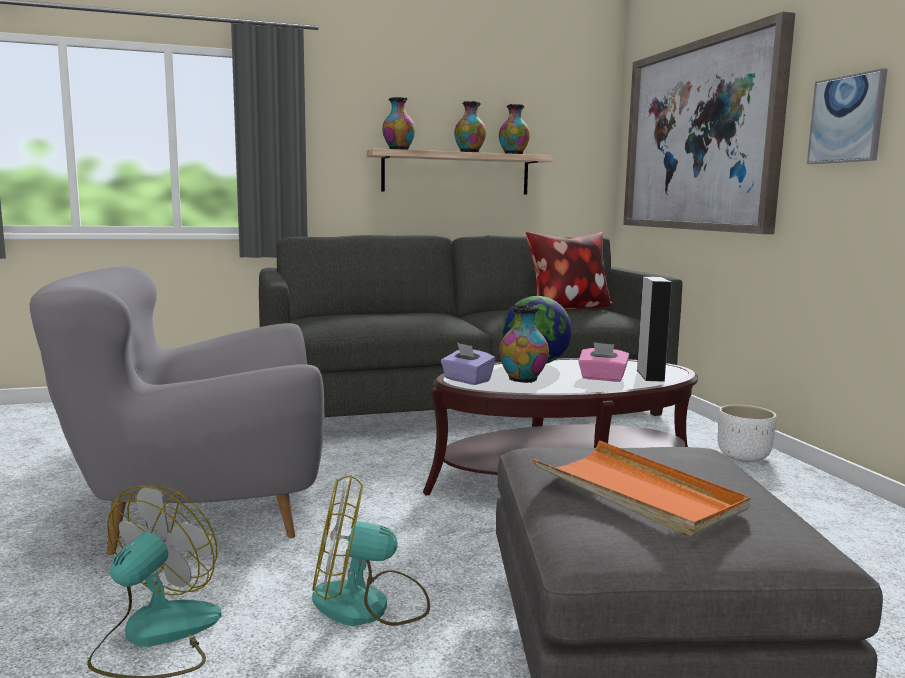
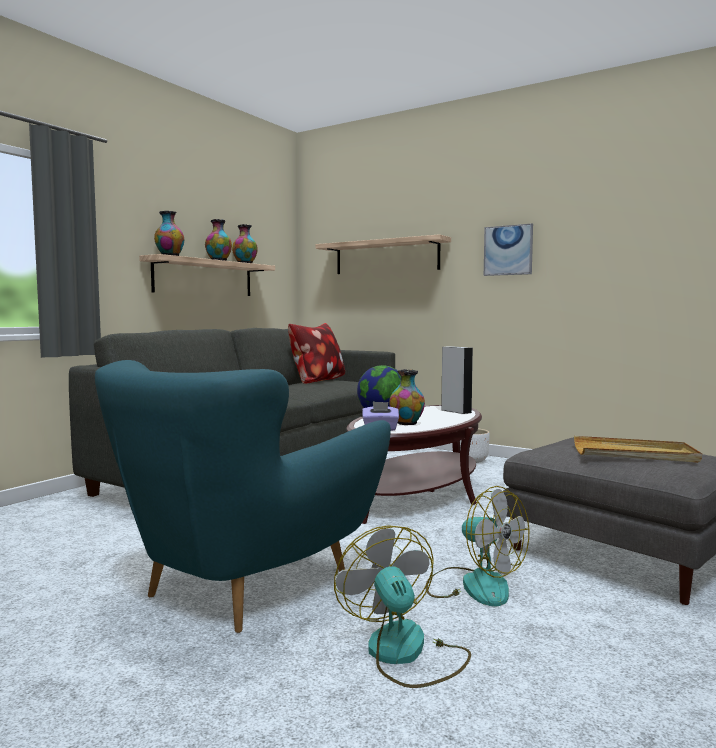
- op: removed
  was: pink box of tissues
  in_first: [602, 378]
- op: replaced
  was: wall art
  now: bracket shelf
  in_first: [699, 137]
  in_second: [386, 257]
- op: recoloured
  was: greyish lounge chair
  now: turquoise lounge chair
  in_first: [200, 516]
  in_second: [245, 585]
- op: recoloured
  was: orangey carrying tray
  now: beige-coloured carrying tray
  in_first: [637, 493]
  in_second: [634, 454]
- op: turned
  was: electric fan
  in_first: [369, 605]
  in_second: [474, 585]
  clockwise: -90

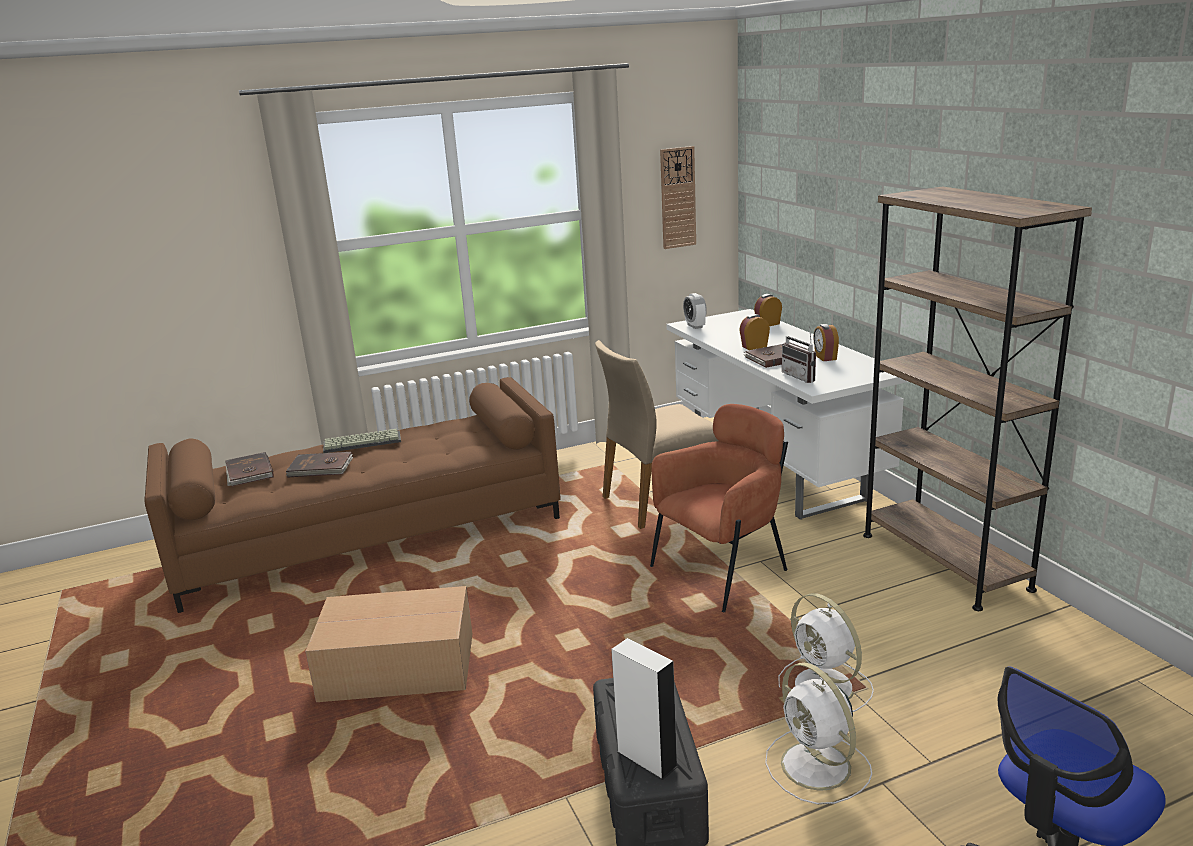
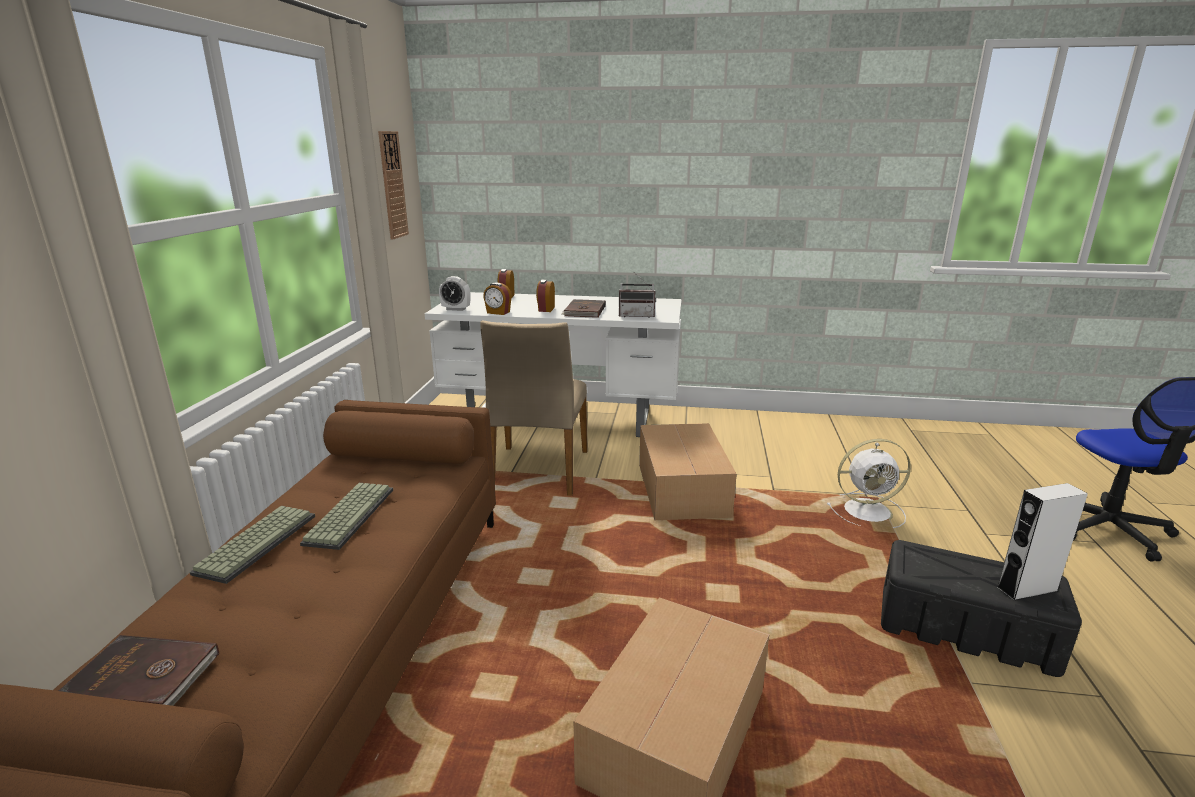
- op: removed
  was: brownish bound book
  in_first: [320, 468]
- op: removed
  was: white-coloured electric fan
  in_first: [818, 767]
- op: removed
  was: brownish bookcase
  in_first: [944, 561]
- op: added
  now: keyboard
  in_second: [349, 515]
- op: moved
  was: alarm clock
  in_first: [825, 357]
  in_second: [498, 312]
- op: replaced
  was: brownish lounge chair
  now: cardboard box
  in_first: [723, 572]
  in_second: [682, 489]

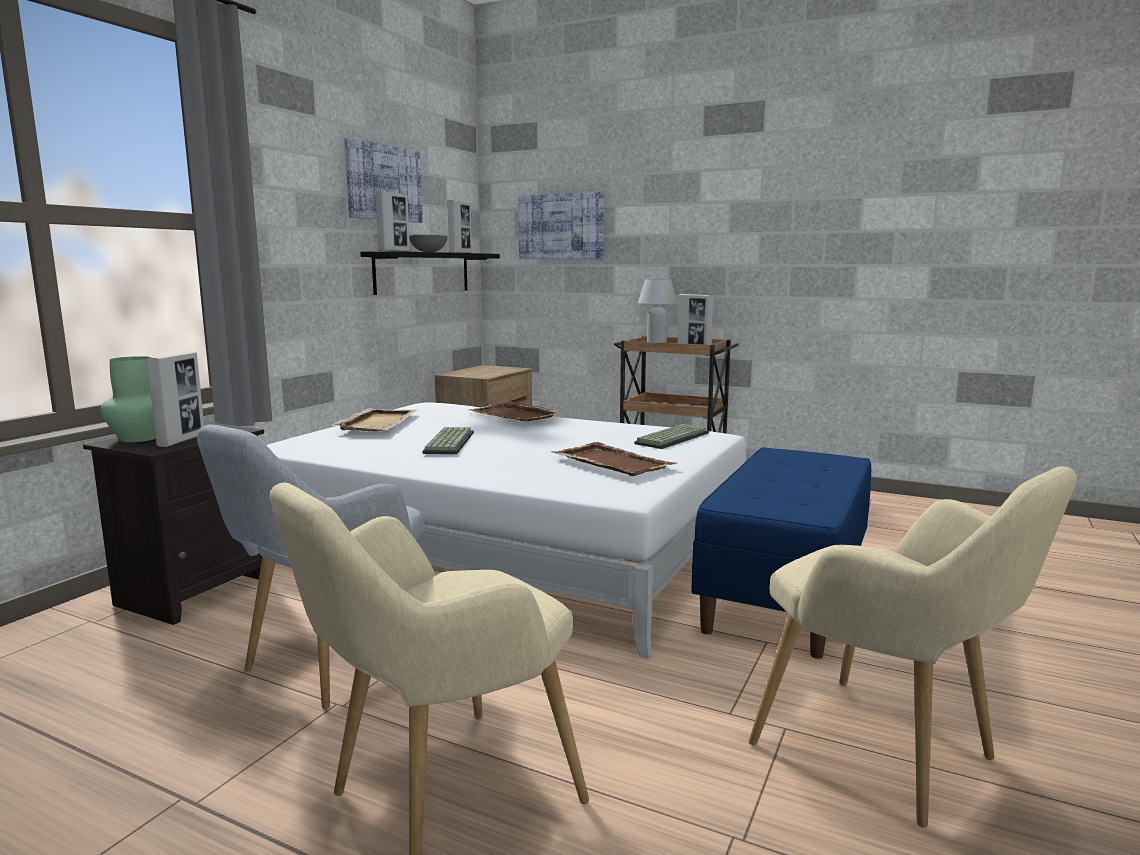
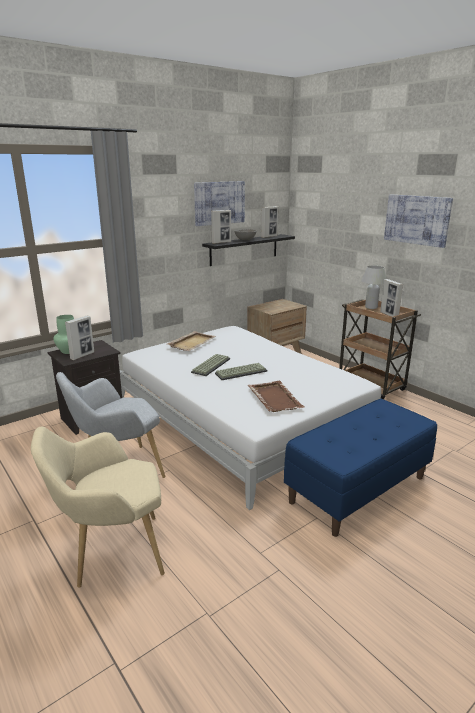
- op: removed
  was: brownish carrying tray
  in_first: [516, 415]
- op: removed
  was: beige-coloured lounge chair
  in_first: [888, 757]
- op: moved
  was: wall art
  in_first: [561, 226]
  in_second: [417, 220]
- op: moved
  was: keyboard
  in_first: [671, 438]
  in_second: [241, 372]

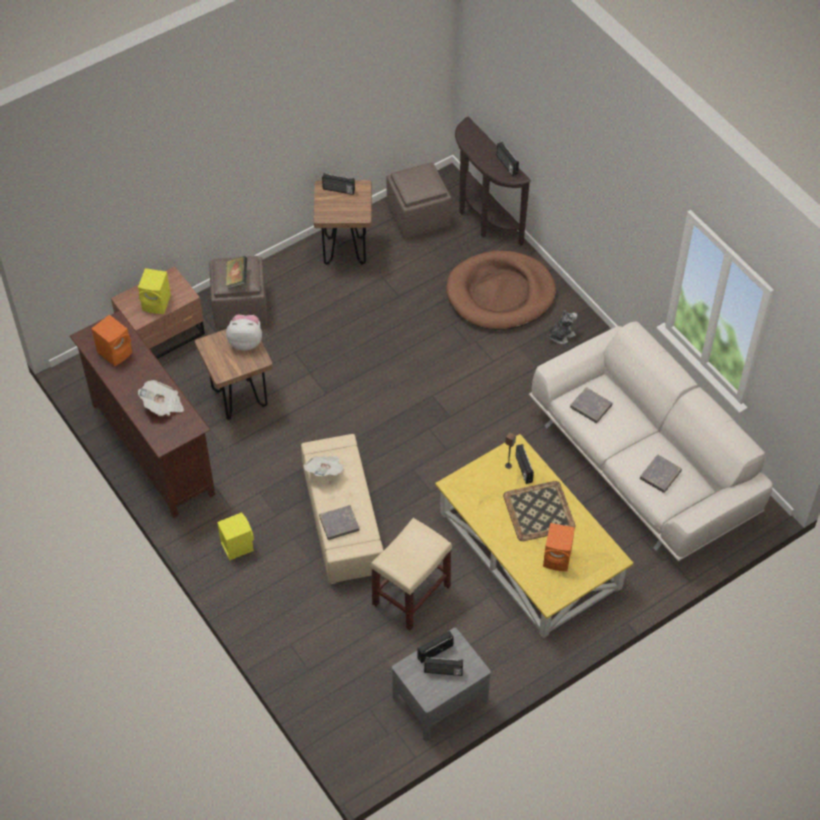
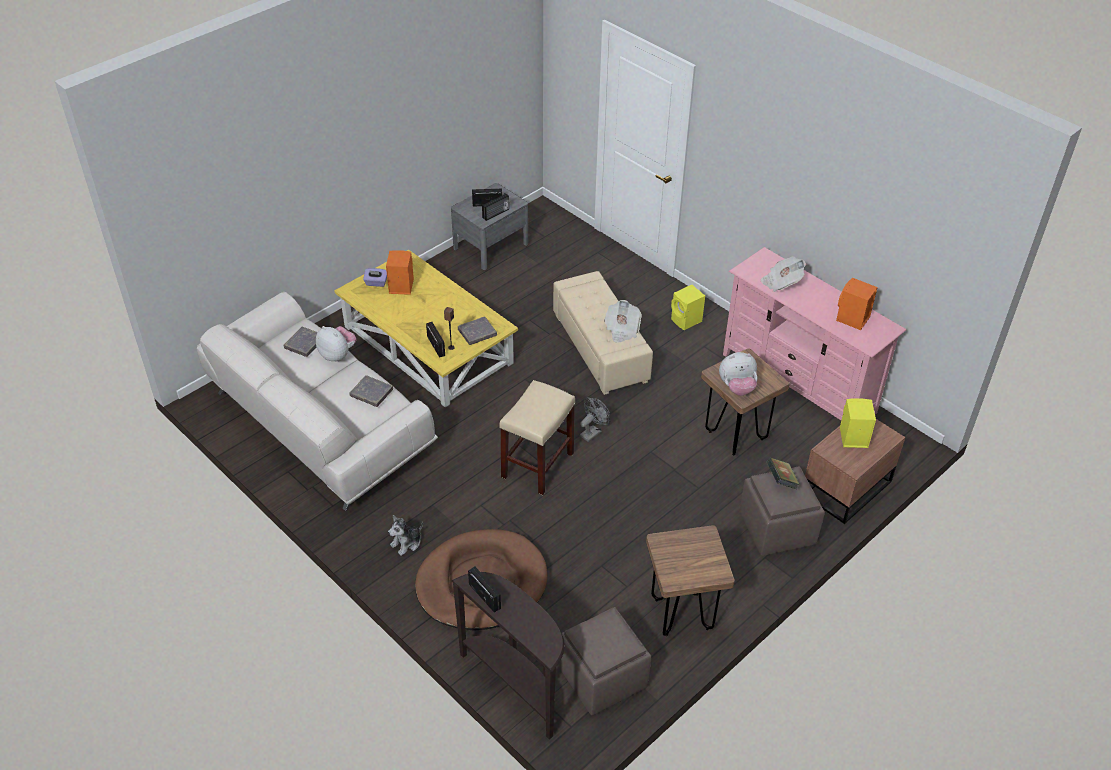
- op: removed
  was: radio set
  in_first: [338, 190]
- op: removed
  was: carrying tray
  in_first: [539, 511]
- op: added
  now: soft toy
  in_second: [338, 355]
- op: added
  now: purple box of tissues
  in_second: [376, 283]
- op: added
  now: greyish electric fan
  in_second: [593, 432]
- op: moved
  was: greyish bound book
  in_first: [339, 524]
  in_second: [477, 333]
- op: moved
  was: beige-coloured sitting stool
  in_first: [411, 594]
  in_second: [537, 466]
- op: recoloured
  was: brownish tv unit
  now: pink tv unit
  in_first: [152, 449]
  in_second: [799, 383]

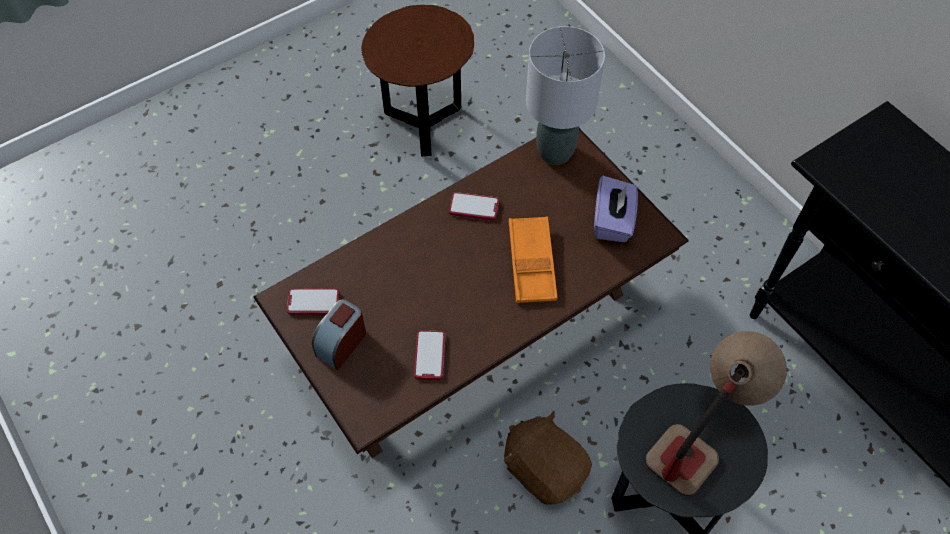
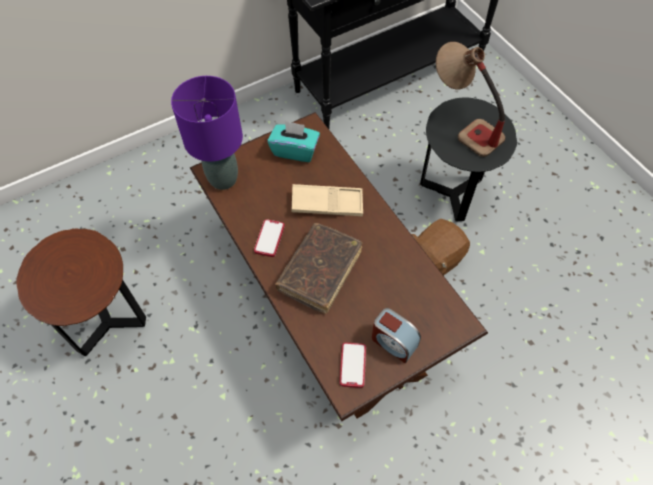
- op: removed
  was: telephone
  in_first: [429, 356]
- op: added
  now: brownish bound book
  in_second: [320, 271]
- op: recoloured
  was: orangey carrying tray
  now: beige-coloured carrying tray
  in_first: [532, 263]
  in_second: [327, 204]
- op: recoloured
  was: greyish tabletop lamp
  now: purple tabletop lamp
  in_first: [554, 151]
  in_second: [223, 179]
- op: recoloured
  was: purple box of tissues
  now: turquoise box of tissues
  in_first: [612, 221]
  in_second: [295, 150]

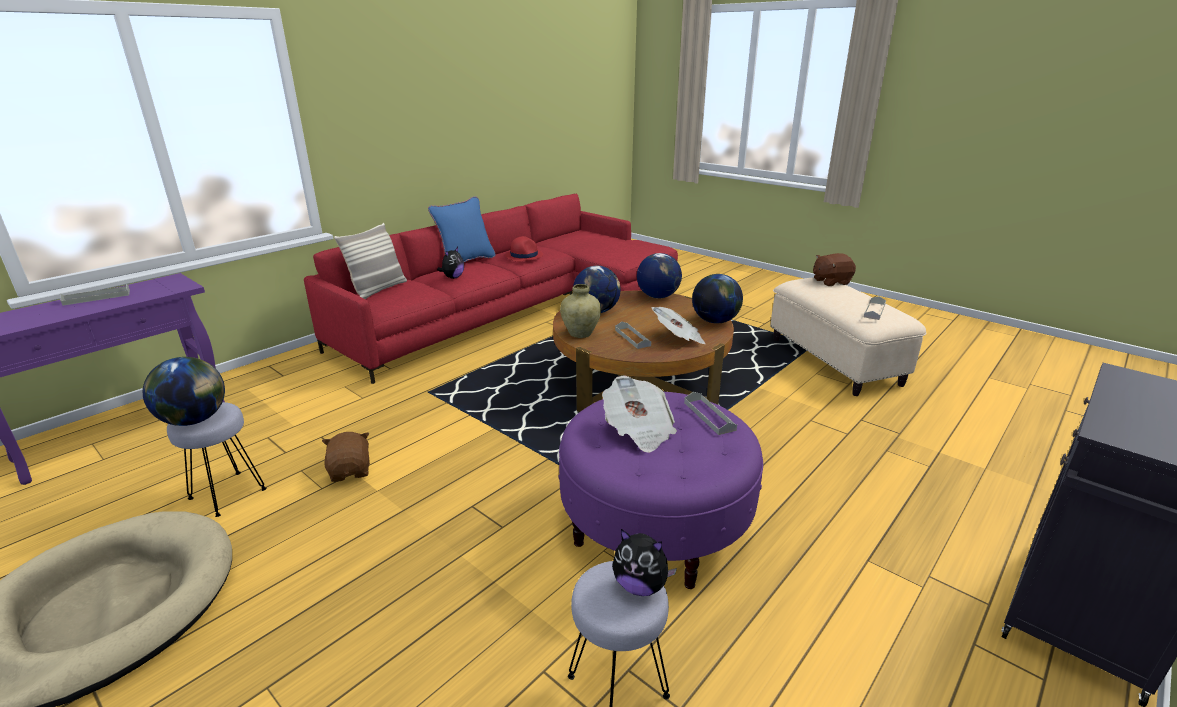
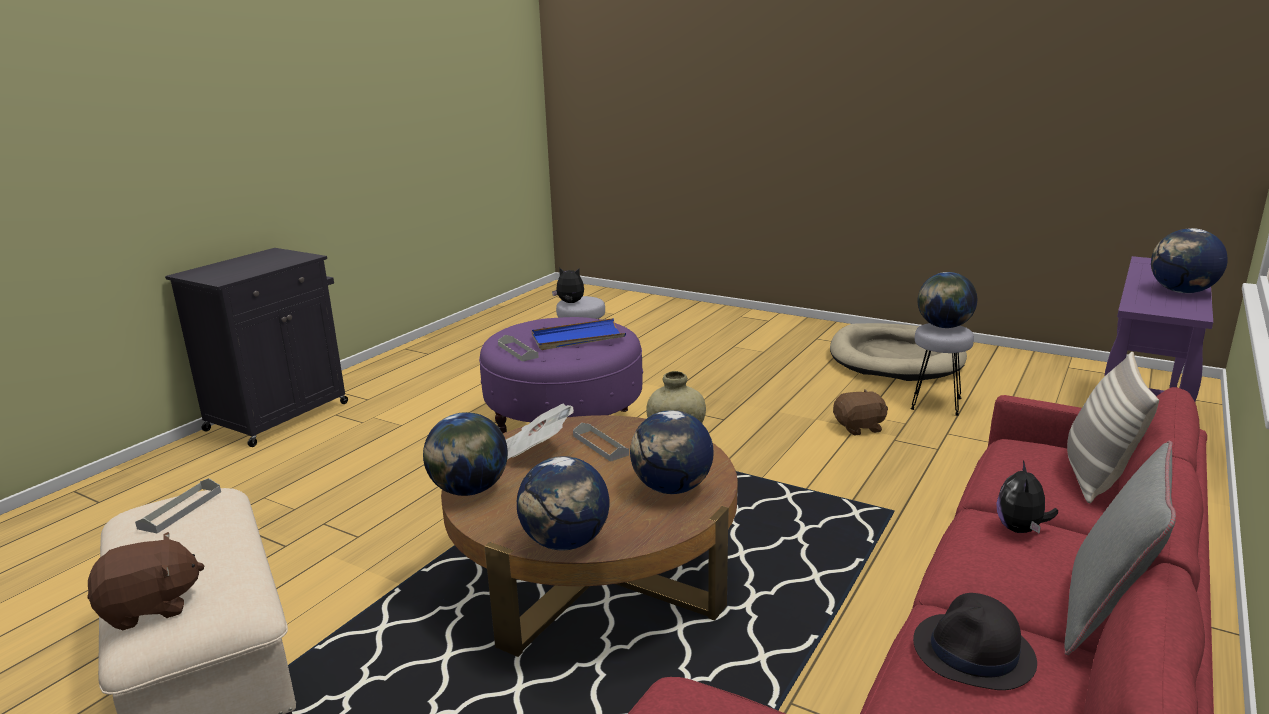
- op: replaced
  was: greyish carrying tray
  now: desk globe
  in_first: [97, 297]
  in_second: [1181, 292]
- op: replaced
  was: newspaper
  now: blue-coloured carrying tray
  in_first: [638, 430]
  in_second: [577, 338]
- op: recoloured
  was: blue-coloured cushion
  now: greyish cushion
  in_first: [466, 261]
  in_second: [1104, 615]
- op: recoloured
  was: red-coloured hat
  now: black hat
  in_first: [524, 255]
  in_second: [974, 653]
- op: turned
  was: brownish soft toy
  in_first: [351, 471]
  in_second: [859, 427]
  clockwise: -75

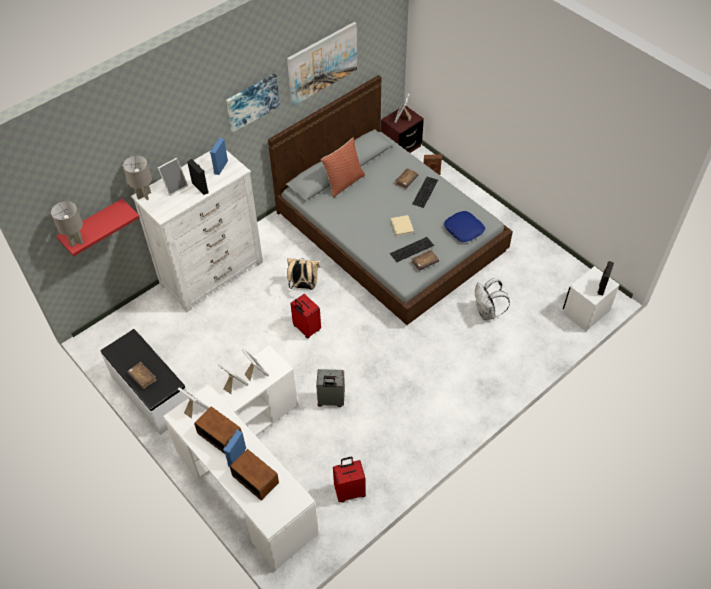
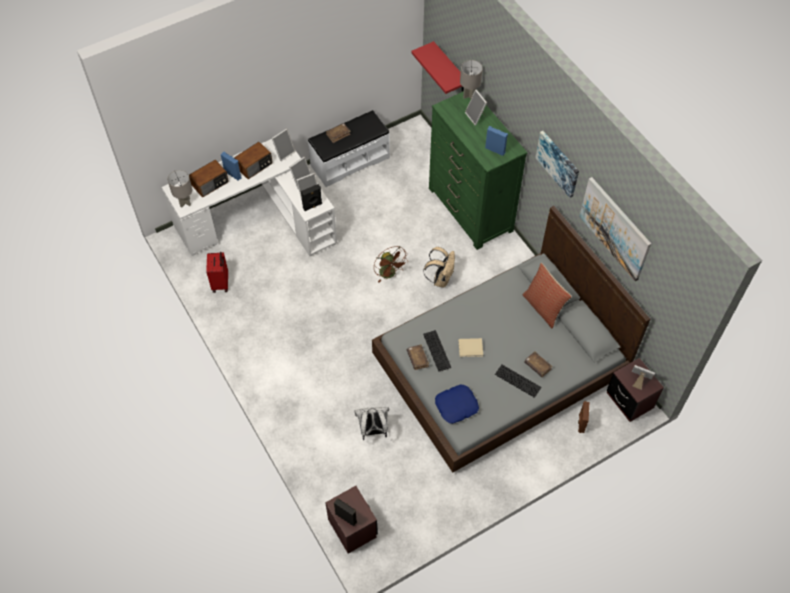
- op: removed
  was: greyish piece of luggage
  in_first: [331, 400]
- op: moved
  was: greyish tabletop lamp
  in_first: [76, 241]
  in_second: [185, 202]
- op: moved
  was: black speaker
  in_first: [200, 187]
  in_second: [312, 206]
- op: replaced
  was: red-coloured piece of luggage
  now: brownish electric fan
  in_first: [306, 329]
  in_second: [390, 274]
- op: recoloured
  was: white-coloured dresser
  now: green dresser
  in_first: [212, 273]
  in_second: [470, 210]
- op: recoloured
  was: white-coloured nightstand
  now: brownish nightstand
  in_first: [585, 312]
  in_second: [352, 528]

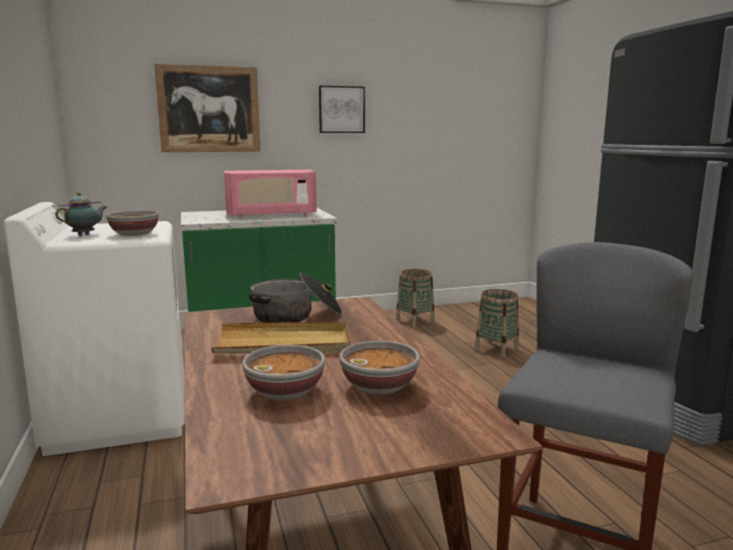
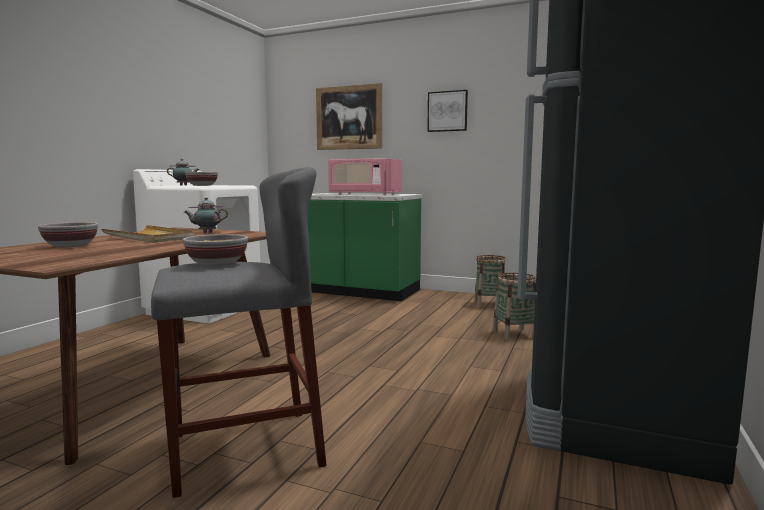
- op: moved
  was: bowl
  in_first: [380, 386]
  in_second: [218, 264]
- op: replaced
  was: stockpot
  now: pot for tea
  in_first: [297, 316]
  in_second: [206, 232]

